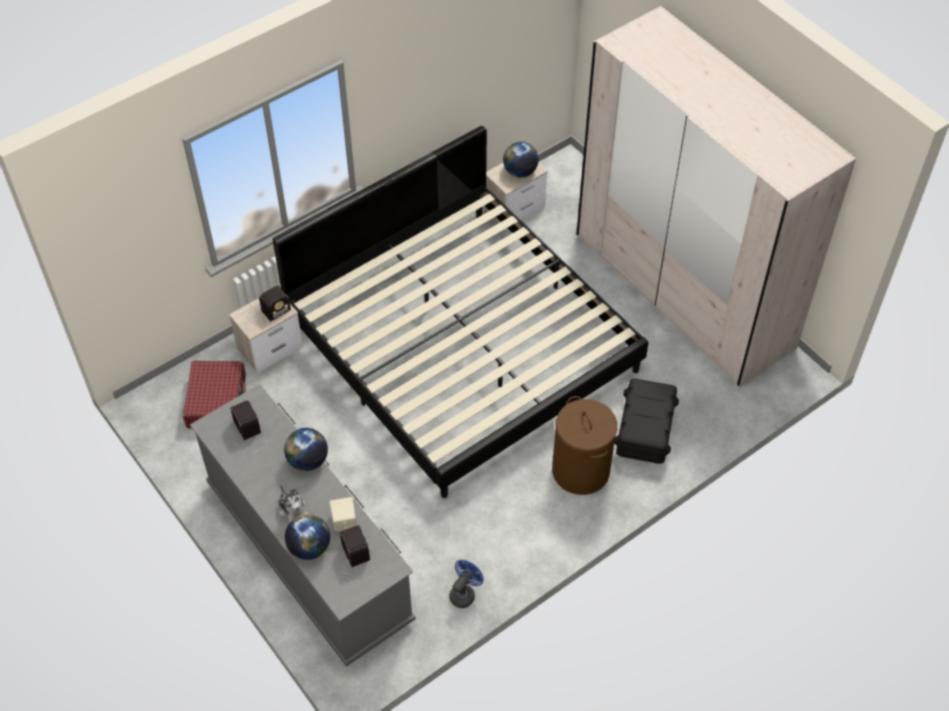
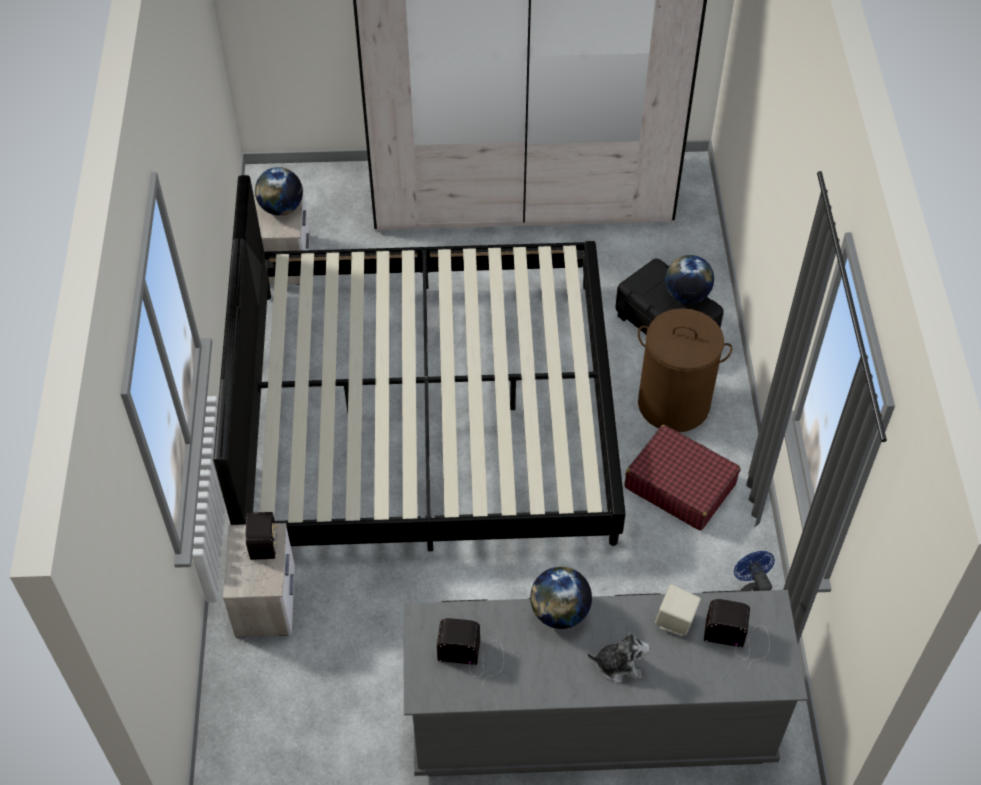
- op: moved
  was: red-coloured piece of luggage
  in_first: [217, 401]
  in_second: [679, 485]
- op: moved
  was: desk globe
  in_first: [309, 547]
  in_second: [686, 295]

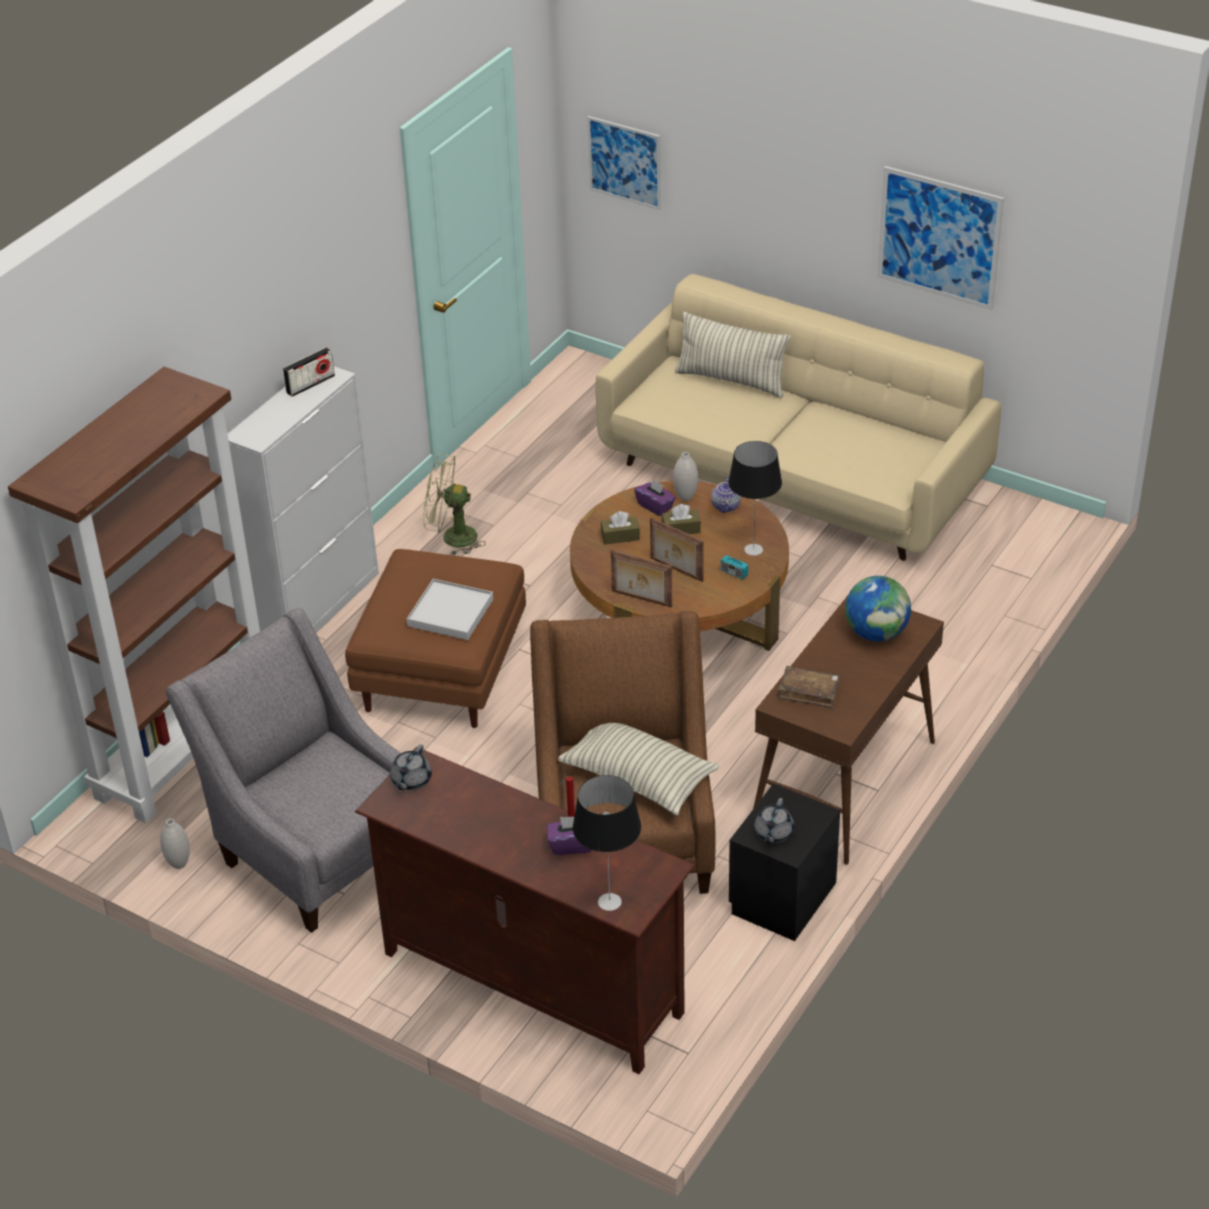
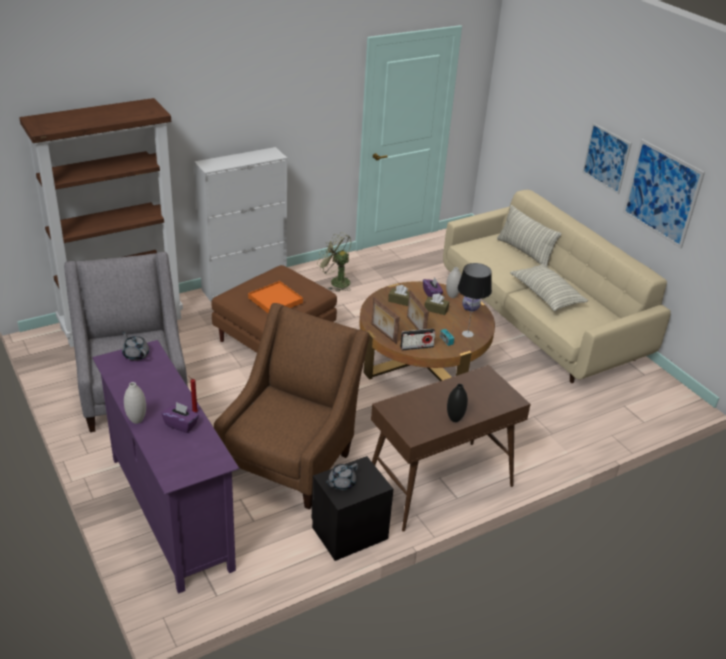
- op: removed
  was: tabletop lamp
  in_first: [609, 902]
- op: removed
  was: brownish bound book
  in_first: [809, 692]
- op: removed
  was: desk globe
  in_first: [876, 633]
- op: added
  now: black flower vase
  in_second: [454, 419]
- op: moved
  was: white-coloured flower vase
  in_first: [179, 864]
  in_second: [137, 420]
- op: moved
  was: radio set
  in_first: [310, 384]
  in_second: [417, 347]
- op: moved
  was: cushion
  in_first: [639, 778]
  in_second: [546, 296]
- op: moved
  was: wall art
  in_first: [624, 162]
  in_second: [606, 158]
- op: recoloured
  was: brownish tv unit
  now: purple tv unit
  in_first: [531, 984]
  in_second: [169, 512]
- op: recoloured
  was: white-coloured carrying tray
  now: orangey carrying tray
  in_first: [450, 612]
  in_second: [275, 300]
- op: turned
  was: greyish pot for tea
  in_first: [411, 780]
  in_second: [135, 354]
  clockwise: 90

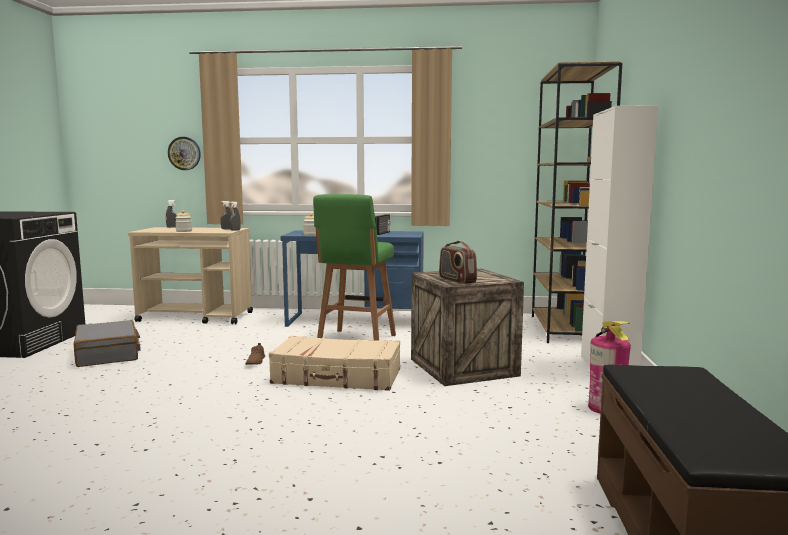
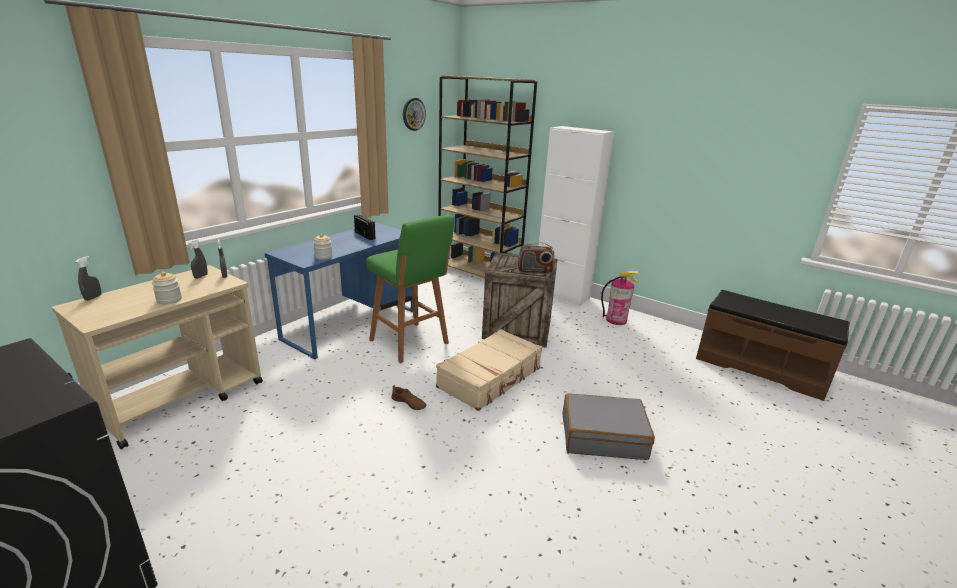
- op: moved
  was: greyish piece of luggage
  in_first: [108, 354]
  in_second: [603, 436]
- op: moved
  was: wall clock
  in_first: [184, 153]
  in_second: [413, 114]

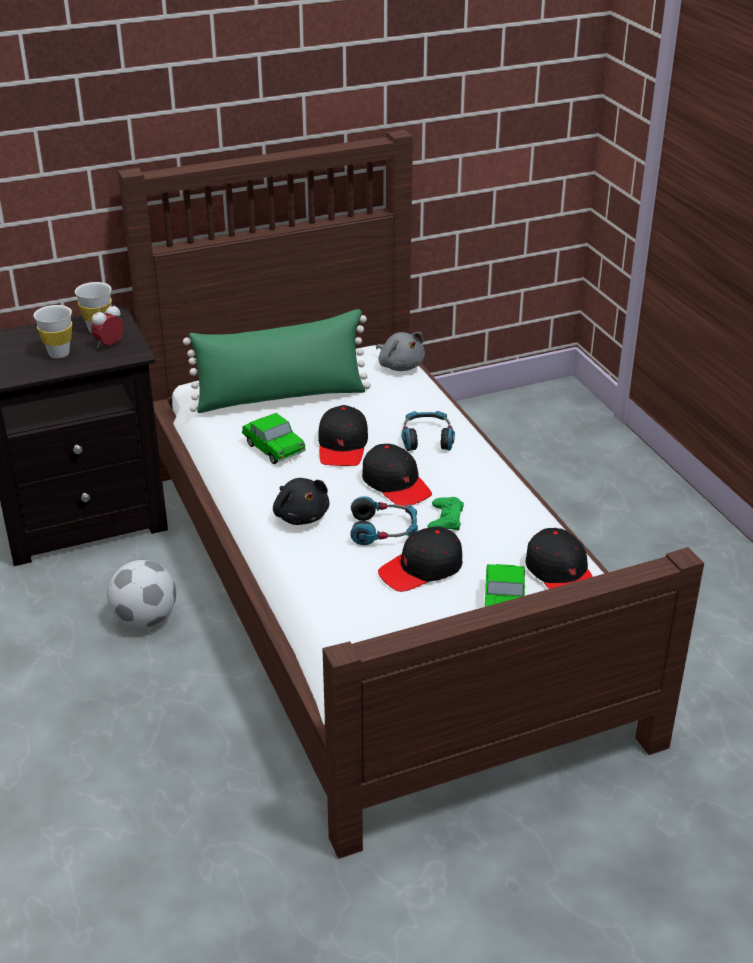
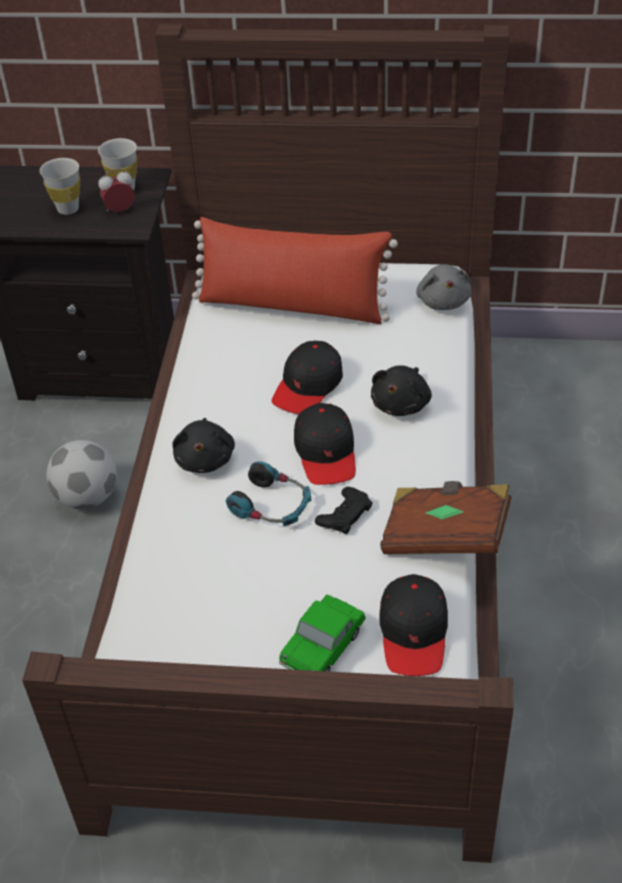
- op: removed
  was: miniature car
  in_first: [274, 449]
- op: removed
  was: black cap
  in_first: [421, 569]
- op: added
  now: brownish bound book
  in_second: [445, 536]
- op: replaced
  was: pair of headphones
  now: black soft toy
  in_first: [427, 438]
  in_second: [402, 404]
- op: recoloured
  was: green cushion
  now: red-coloured cushion
  in_first: [281, 397]
  in_second: [292, 306]
- op: recoloured
  was: green joypad
  now: black joypad
  in_first: [445, 519]
  in_second: [344, 515]

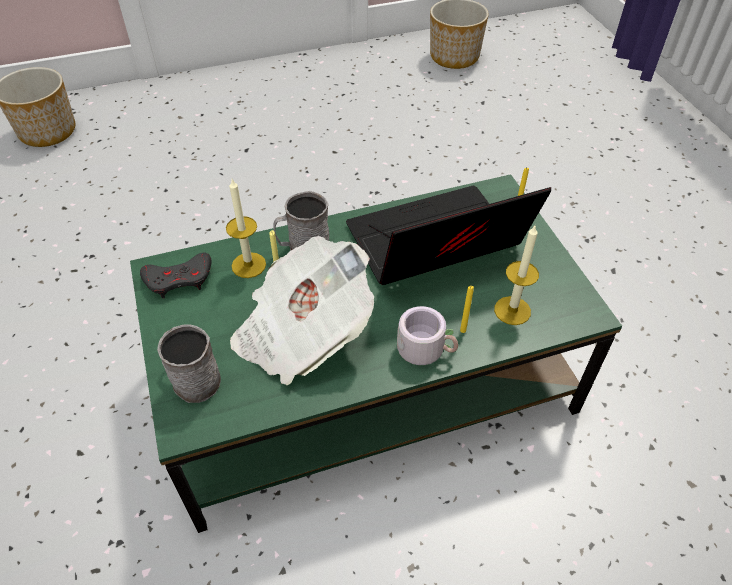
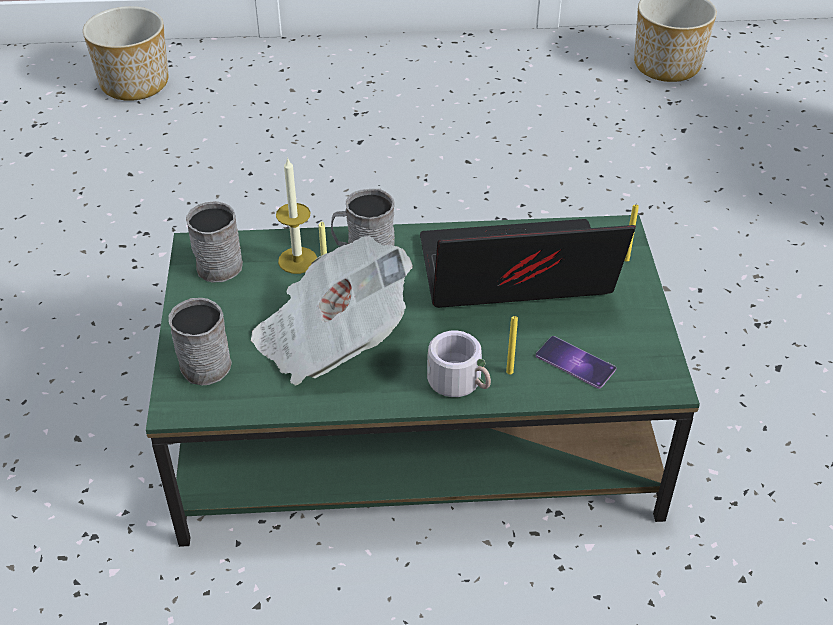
- op: replaced
  was: greyish joypad
  now: greyish mug
  in_first: [179, 279]
  in_second: [219, 261]
- op: replaced
  was: candle
  now: telephone
  in_first: [512, 310]
  in_second: [575, 362]

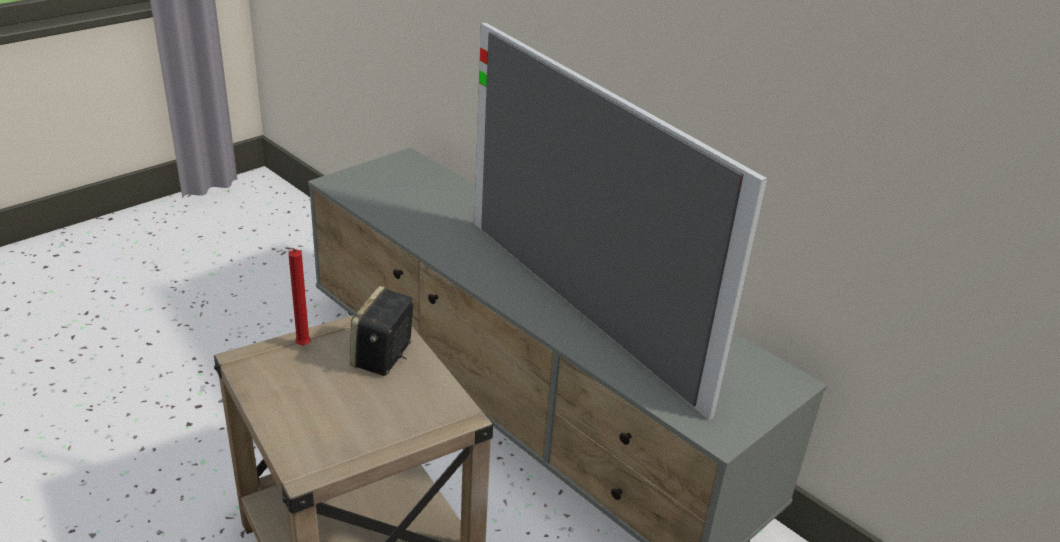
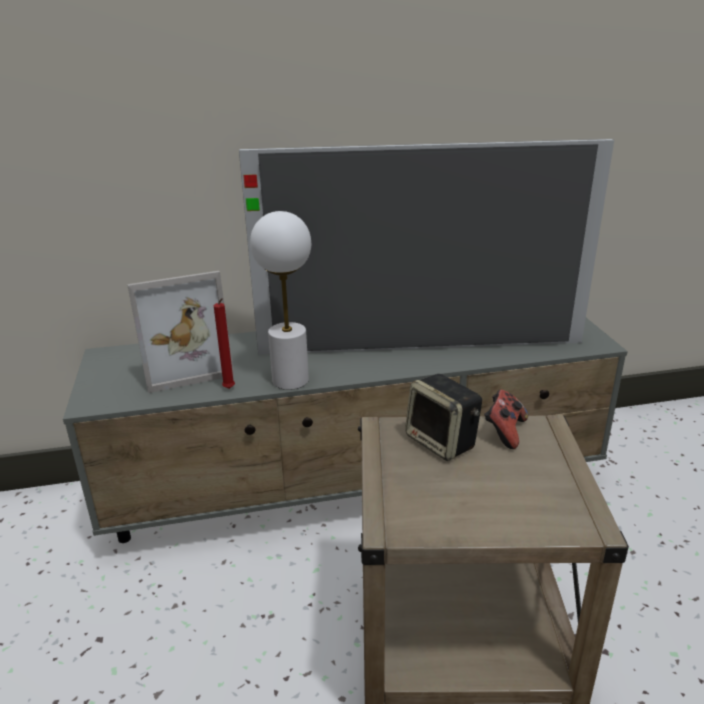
- op: added
  now: picture frame
  in_second: [185, 365]
- op: added
  now: white-coloured tabletop lamp
  in_second: [290, 380]
- op: added
  now: joypad
  in_second: [504, 432]
- op: moved
  was: red-coloured candle
  in_first: [301, 347]
  in_second: [229, 389]

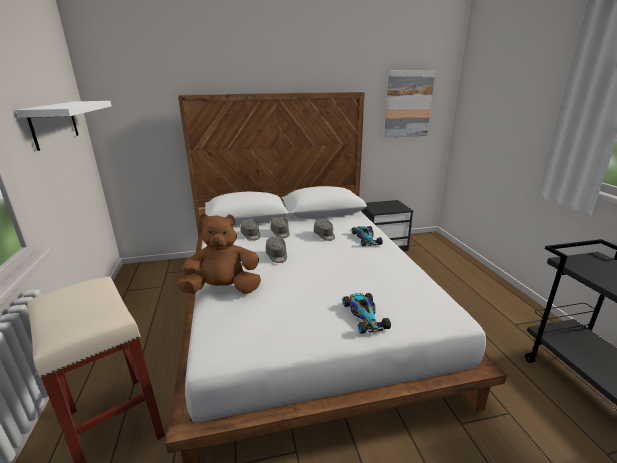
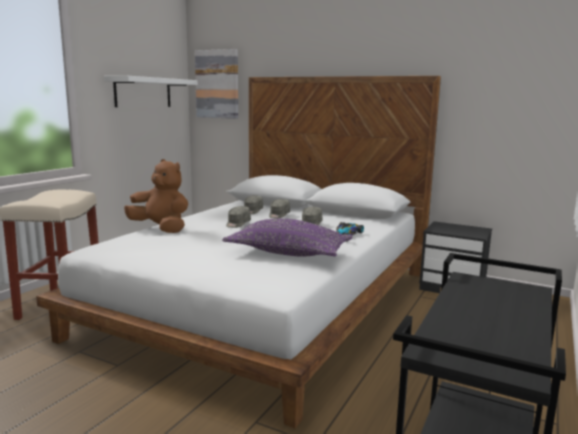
- op: removed
  was: miniature car
  in_first: [364, 315]
- op: added
  now: purple cushion
  in_second: [288, 253]
- op: moved
  was: wall art
  in_first: [408, 104]
  in_second: [217, 84]

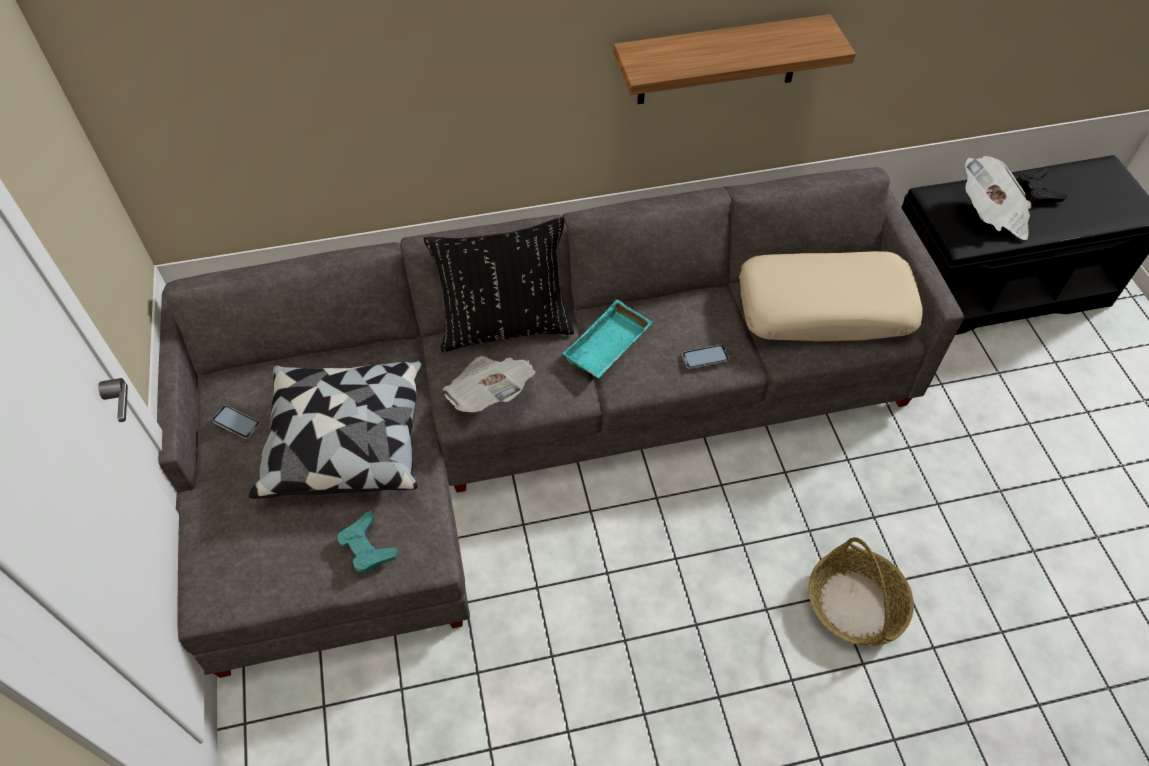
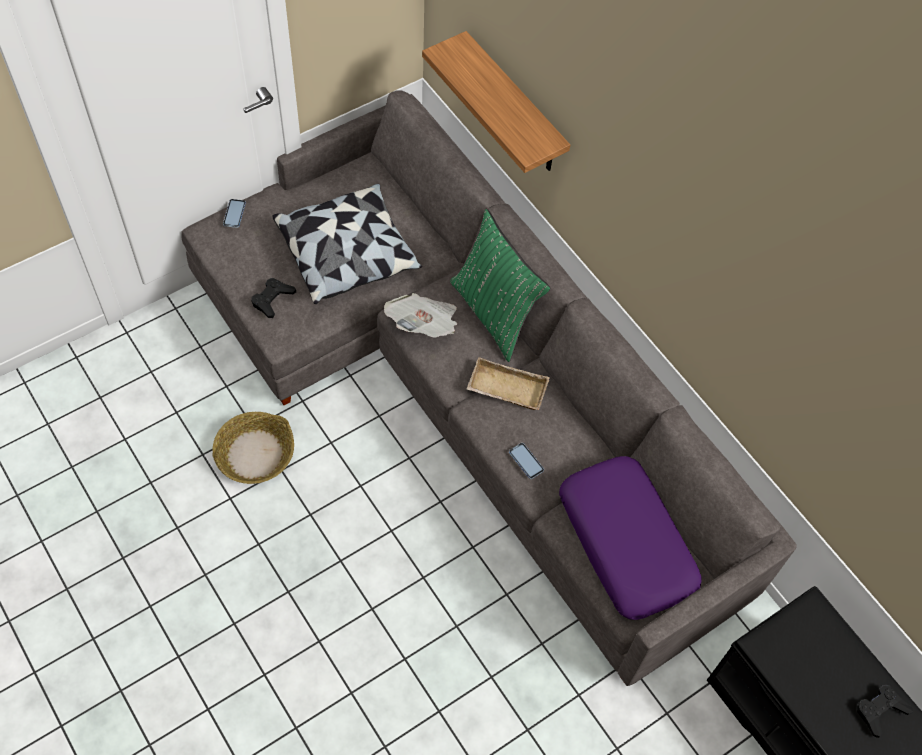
- op: removed
  was: newspaper
  in_first: [991, 214]
- op: moved
  was: telephone
  in_first: [236, 423]
  in_second: [234, 214]
- op: moved
  was: bracket shelf
  in_first: [719, 60]
  in_second: [514, 107]
- op: moved
  was: storage basket
  in_first: [856, 604]
  in_second: [254, 455]
- op: recoloured
  was: turquoise joypad
  now: black joypad
  in_first: [367, 547]
  in_second: [272, 299]
- op: recoloured
  was: black cushion
  now: green cushion
  in_first: [505, 326]
  in_second: [494, 313]
- op: recoloured
  was: turquoise carrying tray
  now: beige-coloured carrying tray
  in_first: [608, 347]
  in_second: [505, 389]
- op: recoloured
  was: beige-coloured cushion
  now: purple cushion
  in_first: [824, 308]
  in_second: [626, 543]

